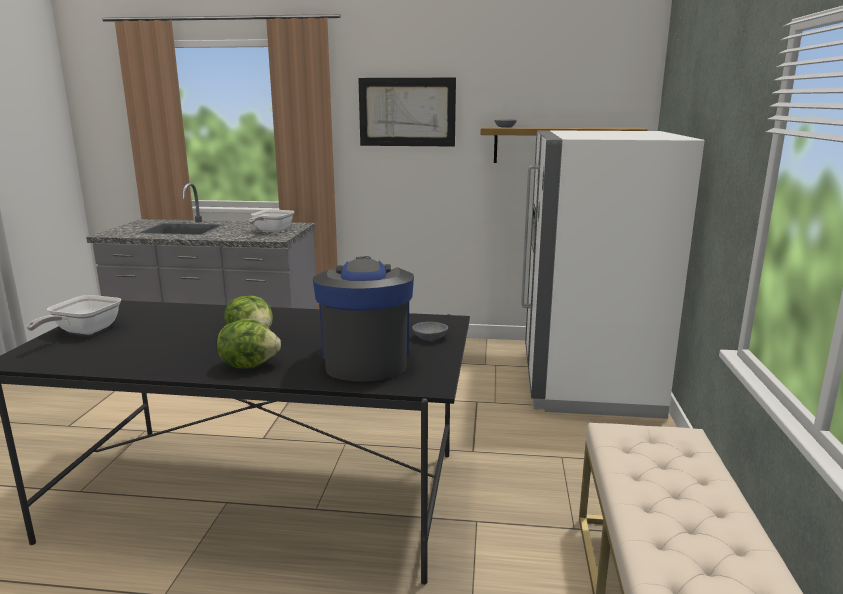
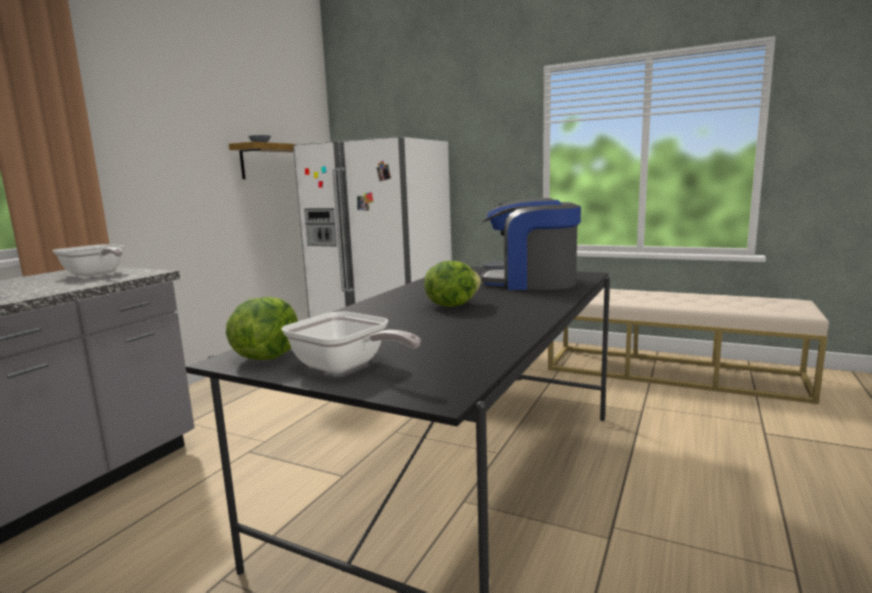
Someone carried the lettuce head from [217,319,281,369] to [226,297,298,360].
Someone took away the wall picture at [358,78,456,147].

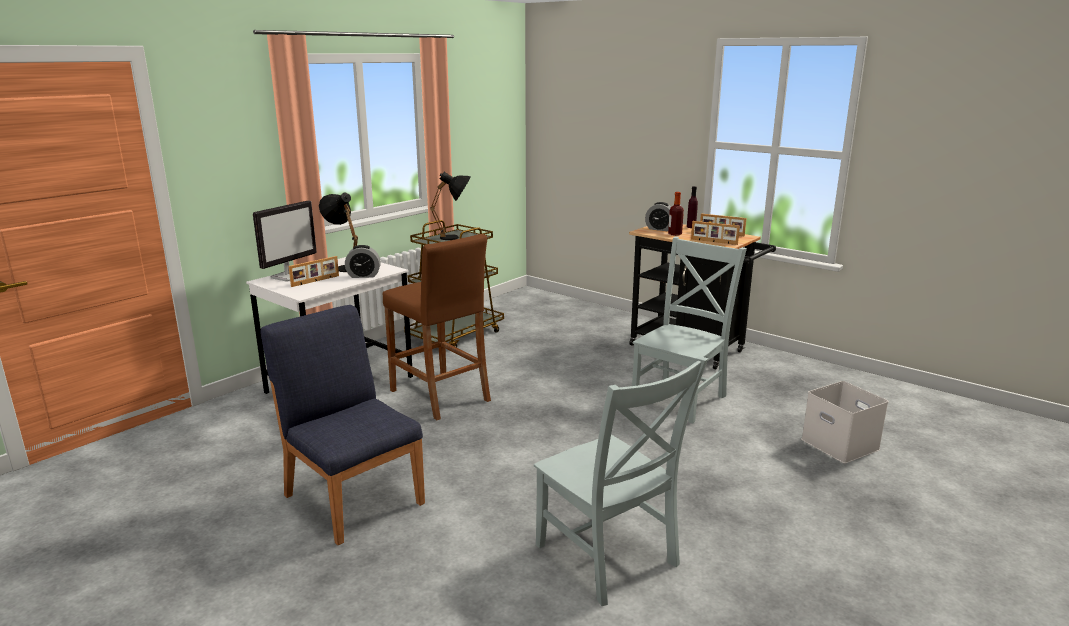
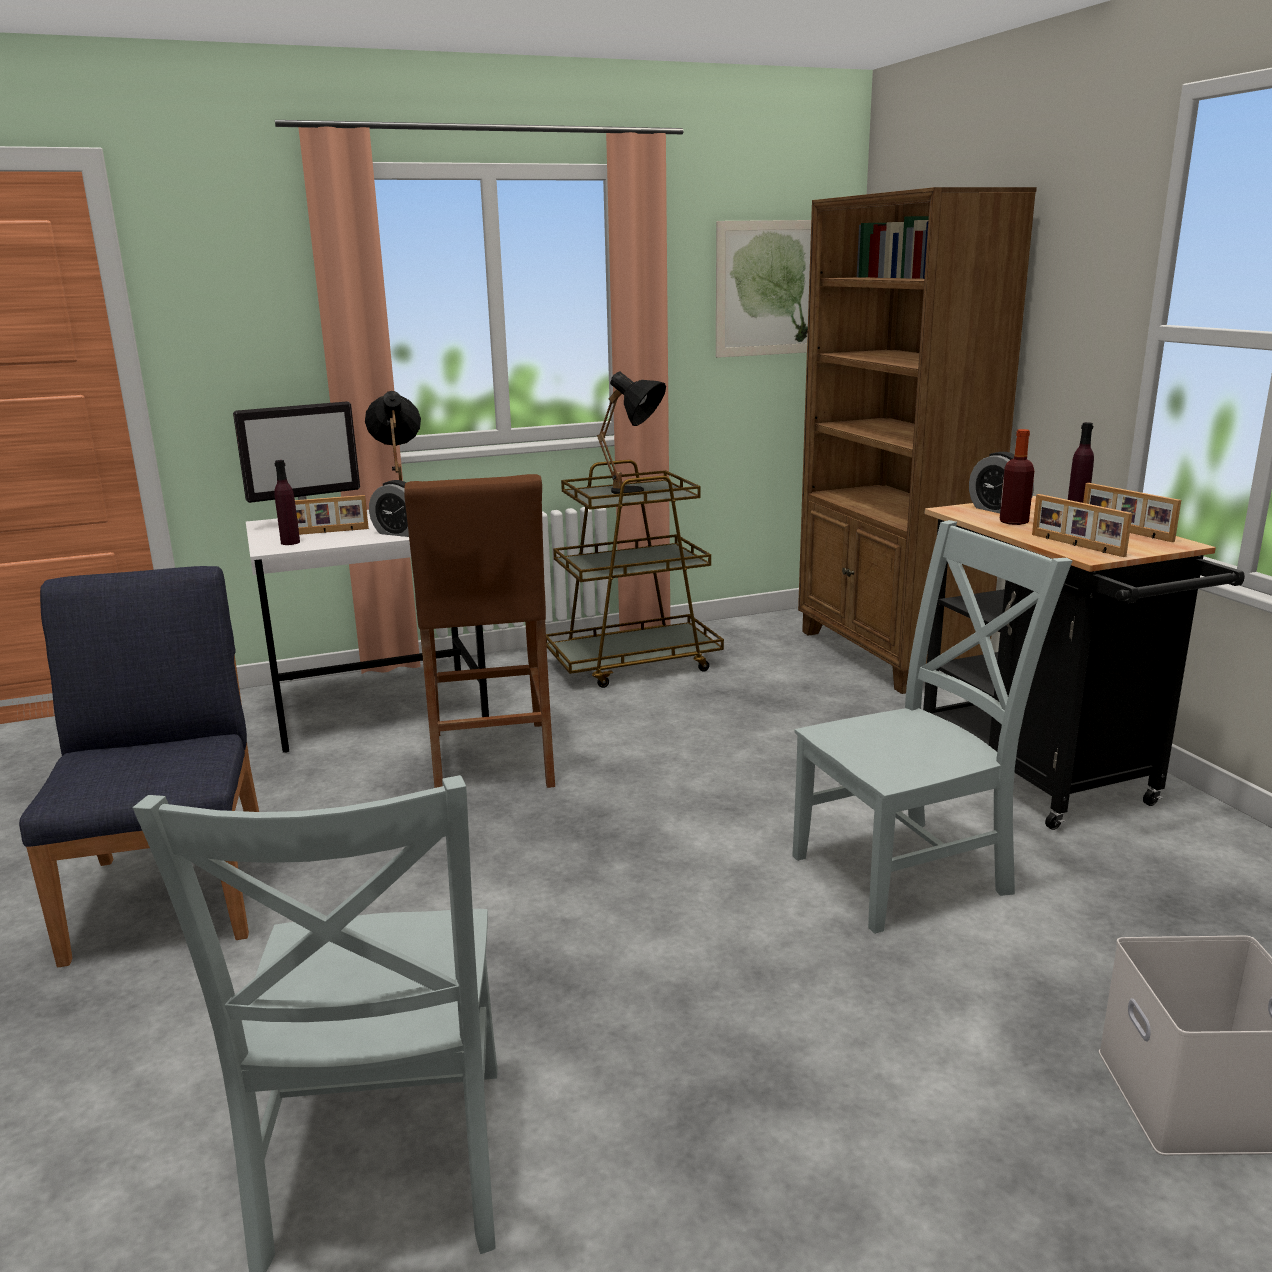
Someone put down the bottle (purple) at [274,460,300,545].
Someone put up the wall picture at [716,220,811,358].
Someone put down the bookshelf (brown) at [798,187,1037,694].

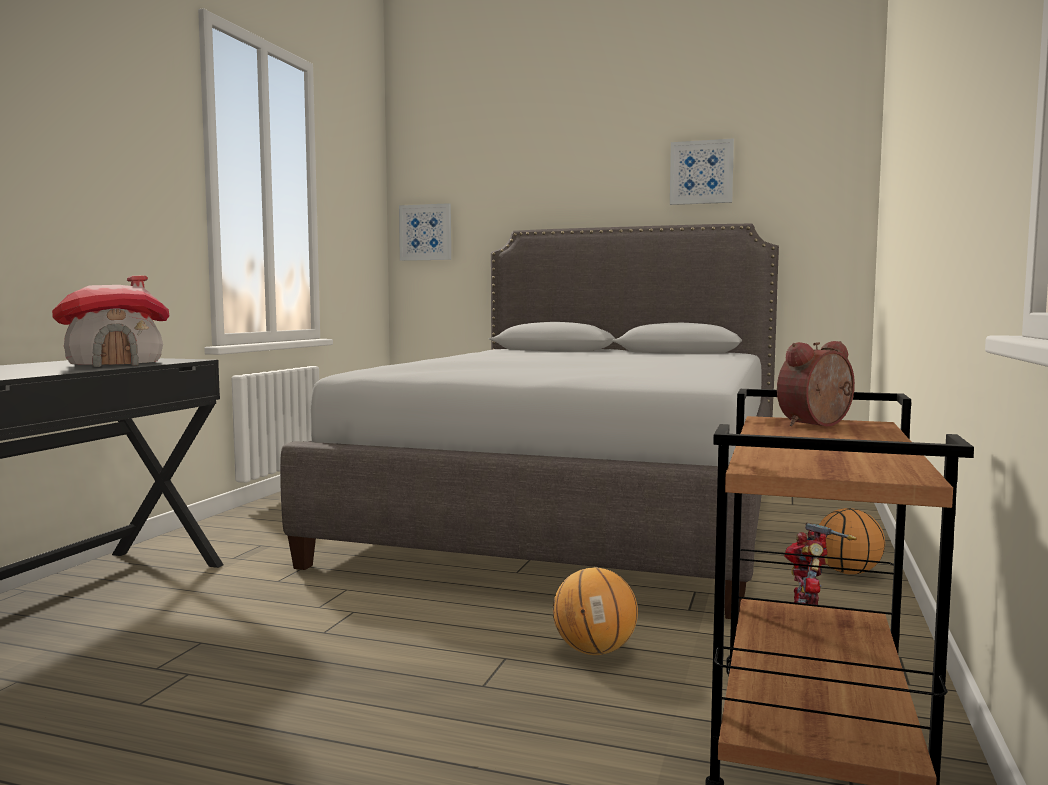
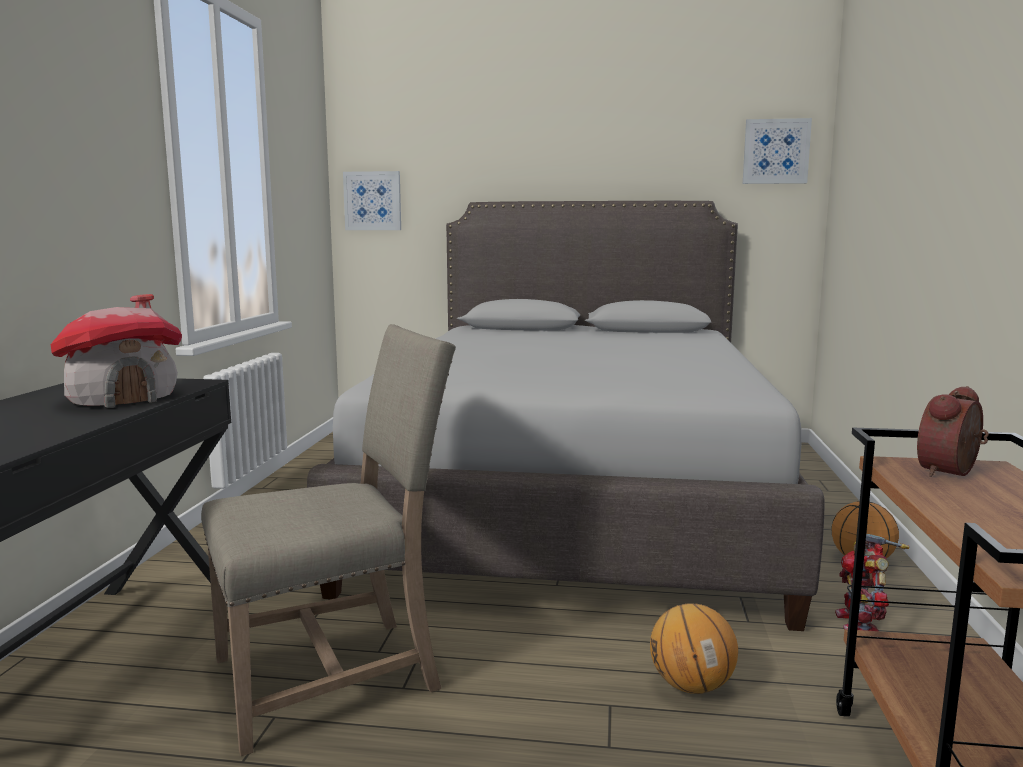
Someone put down the plain chair (beige-coloured) at [201,324,456,756].
Someone carried the wall picture from [670,138,734,205] to [743,118,812,184].

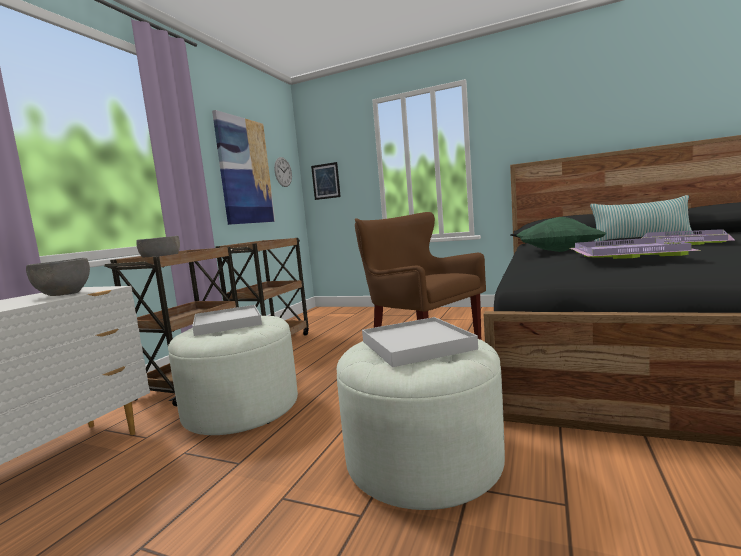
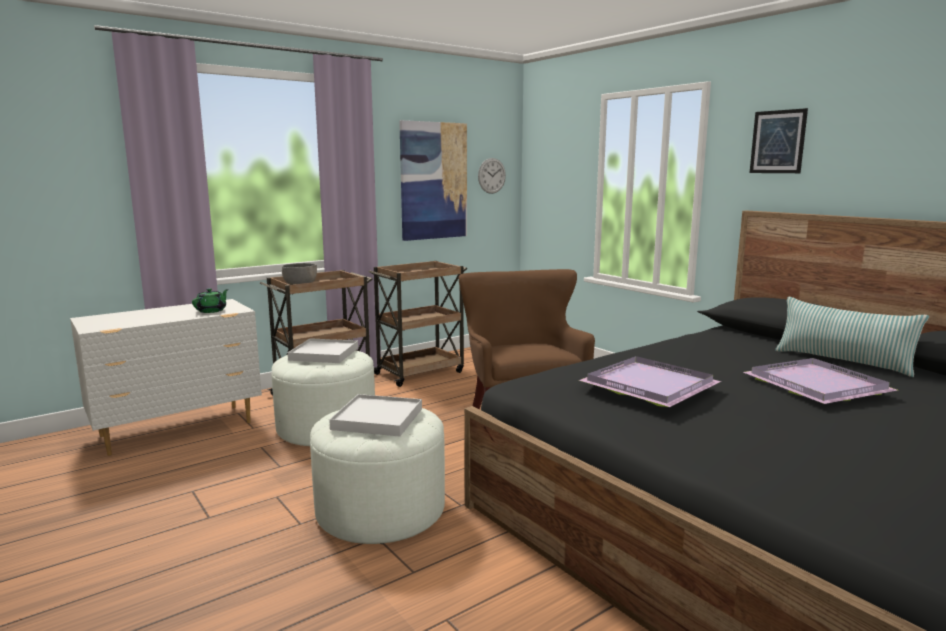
Someone swapped the serving bowl (grey) at [26,258,90,296] for the pot for tea (greenish) at [192,288,228,313].
Someone carried the wall picture from [311,162,341,200] to [750,108,808,173].
Someone took away the cushion (greenish) at [517,217,606,252].

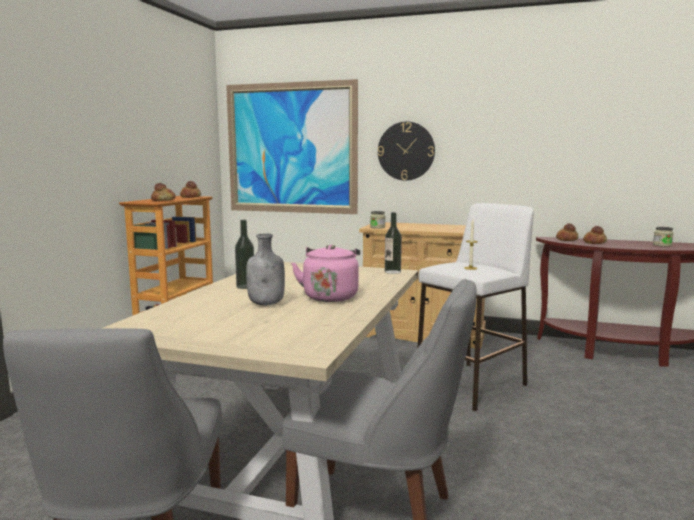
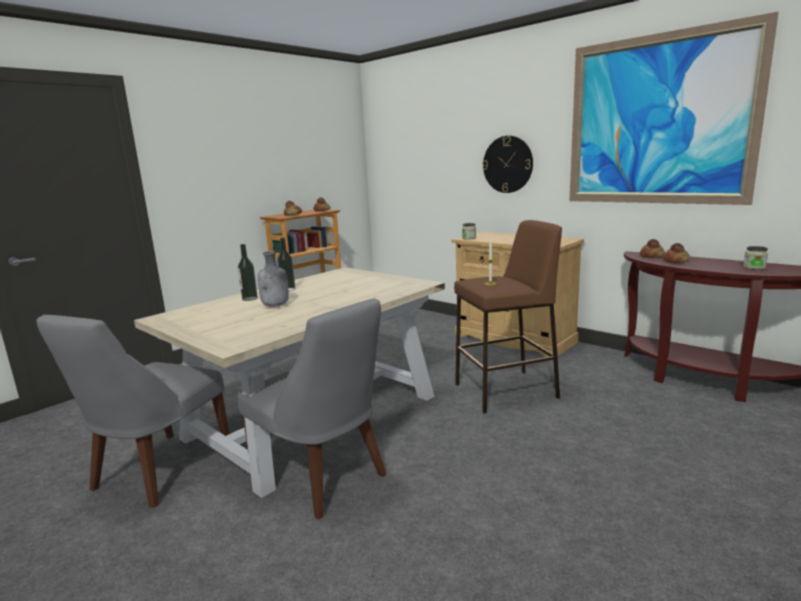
Someone carried the bottle from [385,212,402,274] to [238,244,258,301].
Someone repainted the stool (white-coloured) at [417,203,534,411], which became the stool (brown) at [454,220,562,414].
Someone carried the wall picture from [226,79,358,214] to [569,12,779,205].
Someone took away the water kettle (pink) at [291,244,360,302].

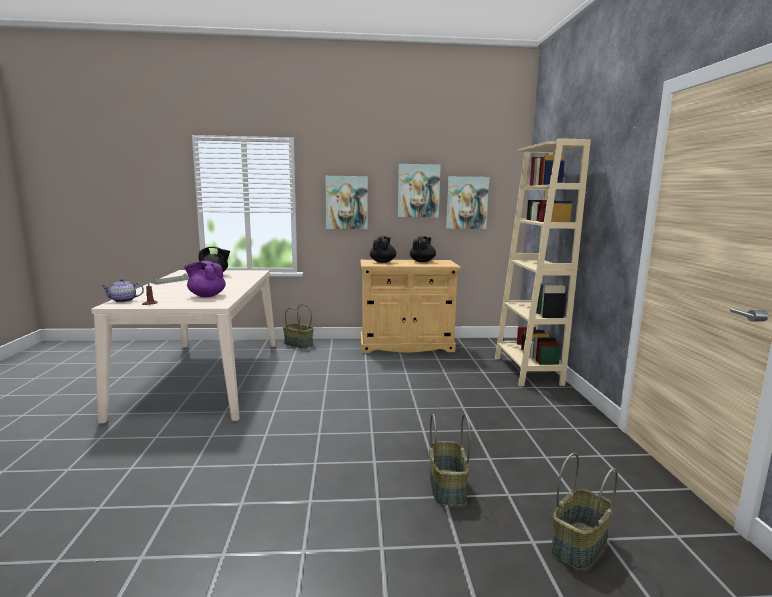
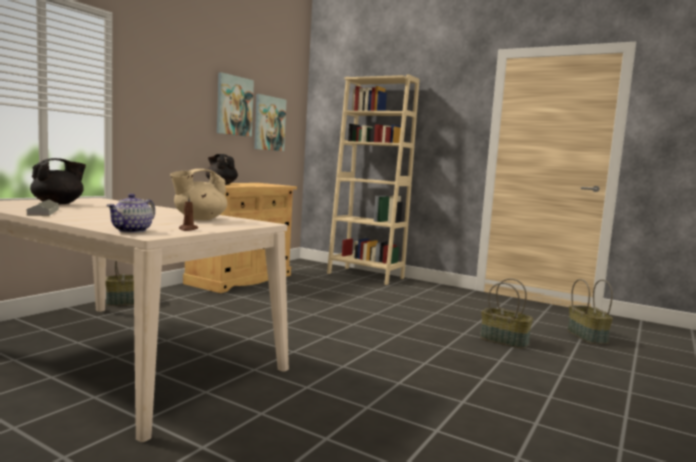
Someone repainted the pot for tea (purple) at [184,261,226,298], which became the pot for tea (beige-coloured) at [170,169,227,220].
Someone took away the wall picture at [325,176,368,229].
Someone took away the pot for tea (blackish) at [410,236,436,262].

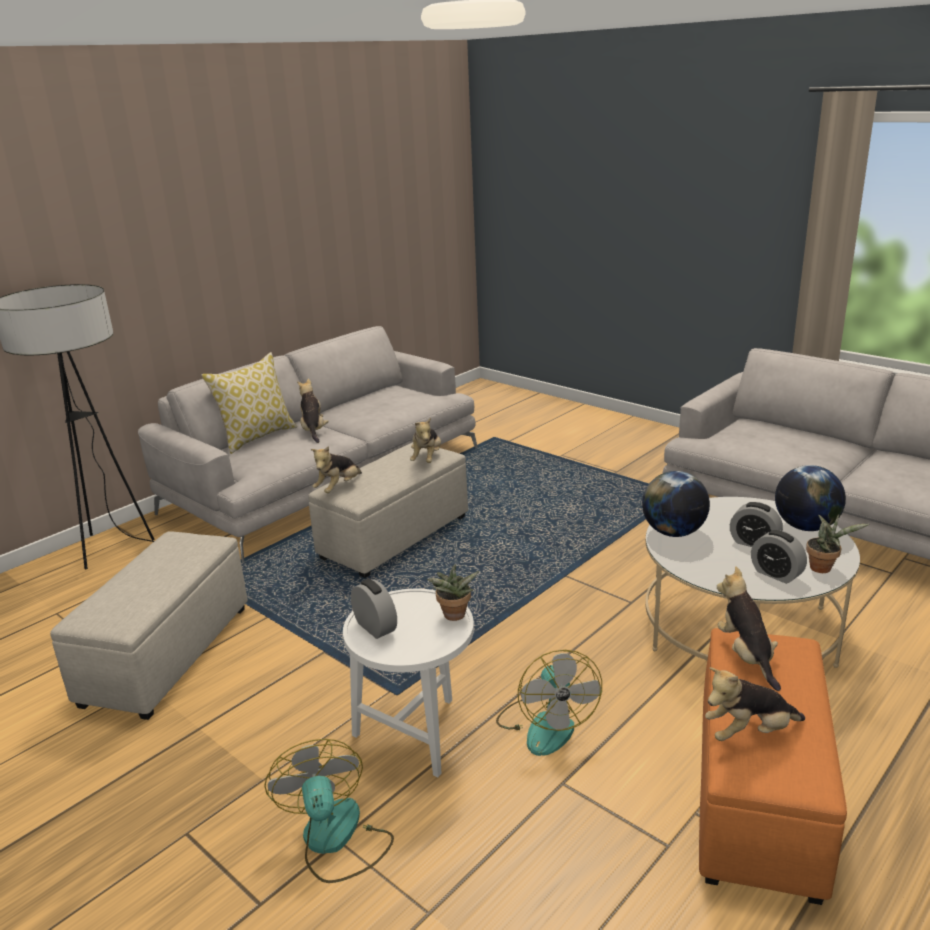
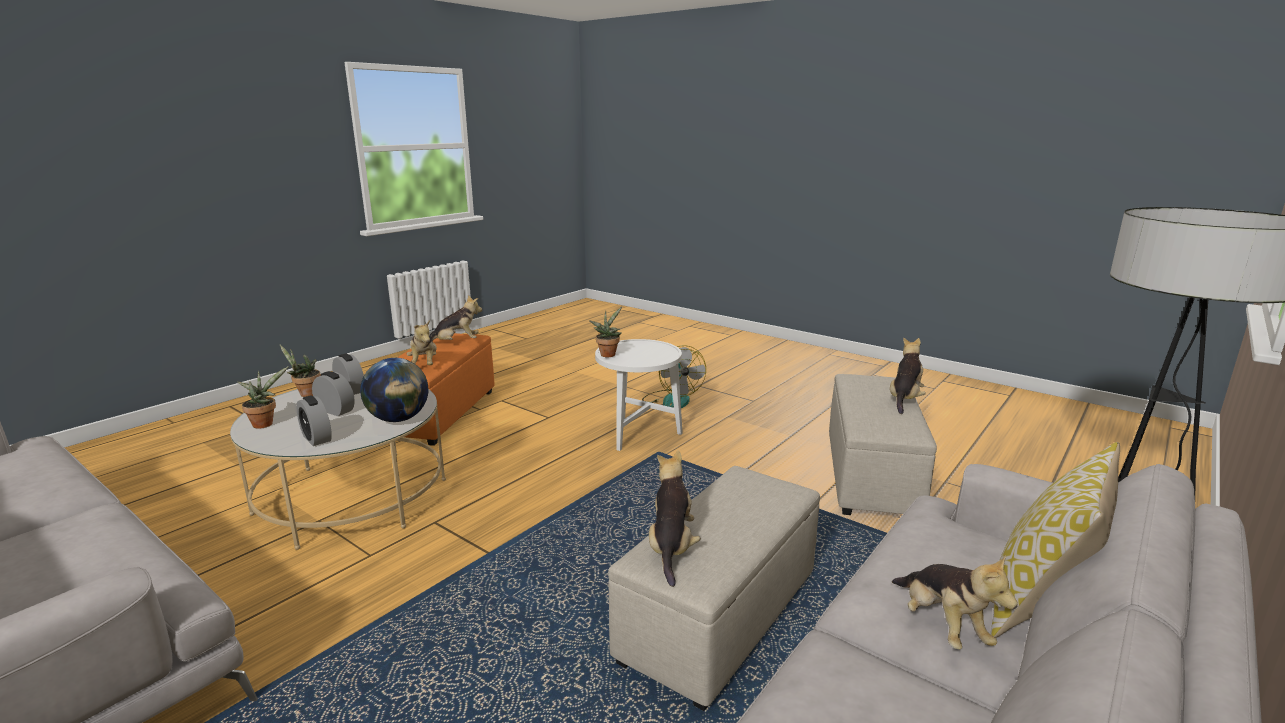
Someone swapped the world globe at [775,465,846,531] for the houseplant at [237,366,289,429].
Someone carried the table clock from [351,579,397,639] to [296,395,332,446].
Someone carried the cuddly toy from [311,446,362,493] to [890,337,926,414].
Someone took away the electric fan at [496,650,602,756].

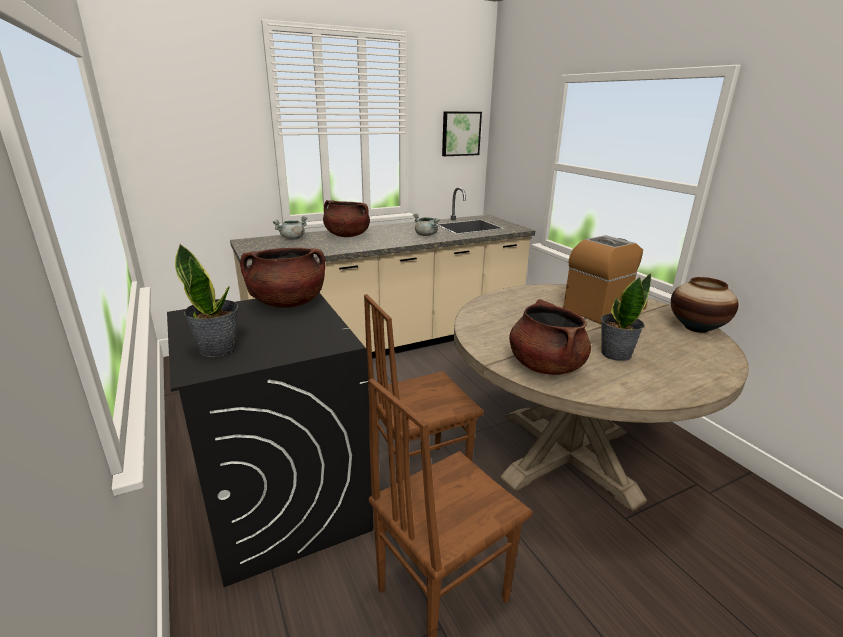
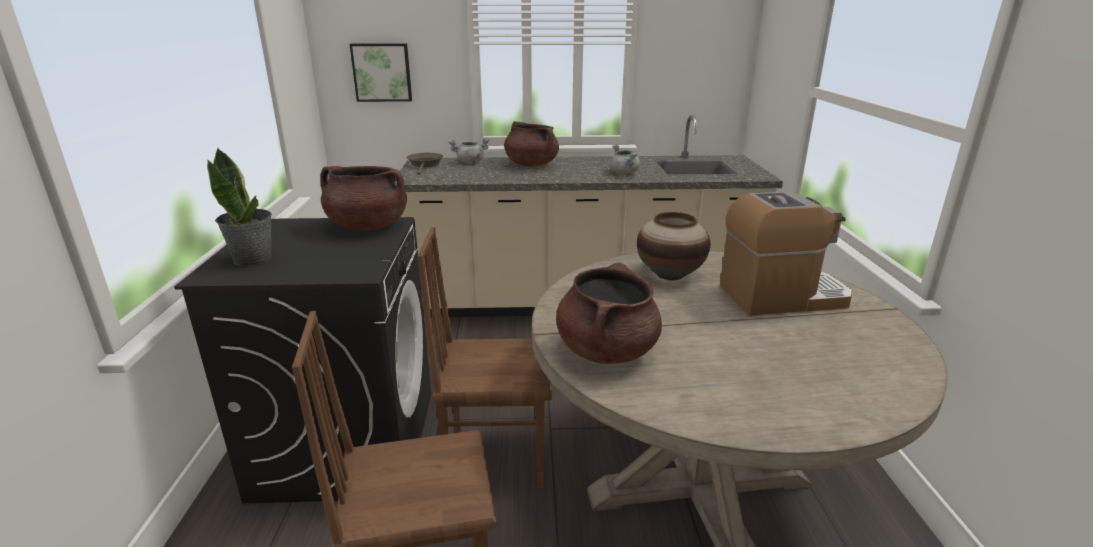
Someone carried the wall picture from [442,111,482,156] to [349,43,412,102].
Someone put down the pan (brown) at [407,153,443,175].
Someone carried the vase from [671,277,738,333] to [637,212,710,280].
Someone took away the houseplant at [601,273,651,361].

